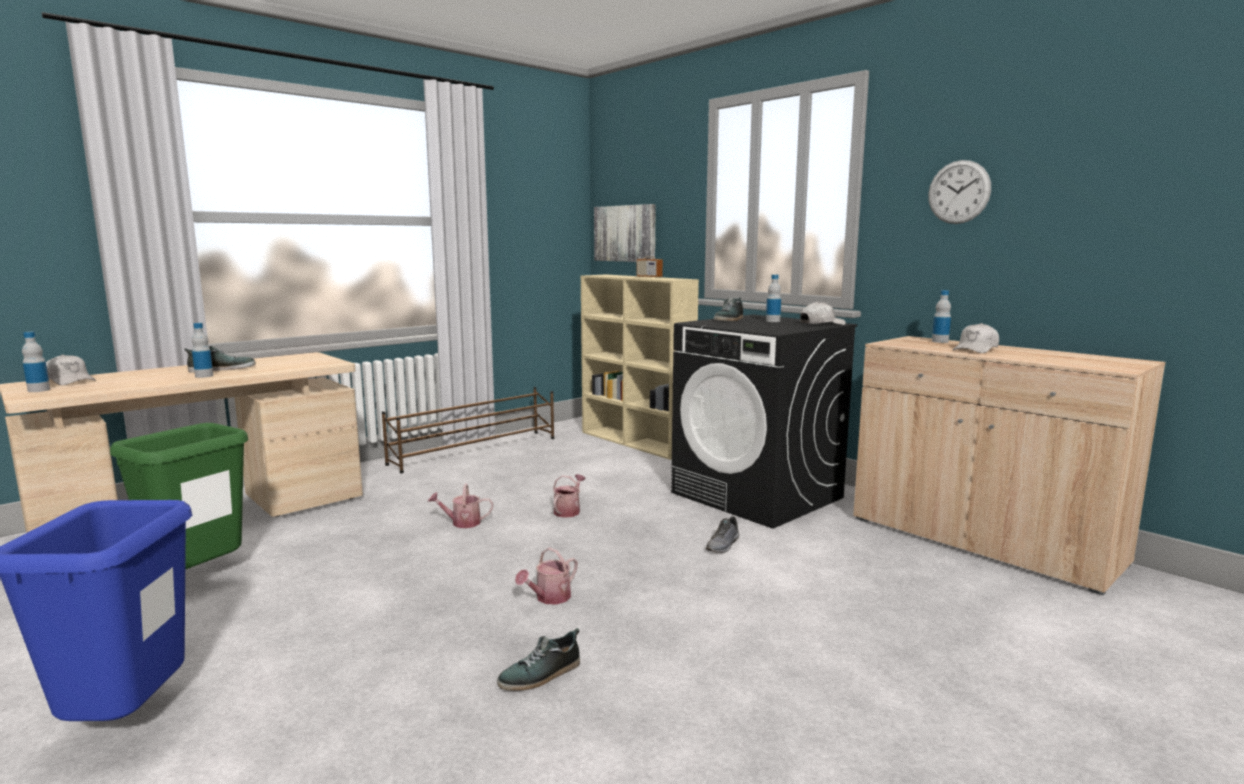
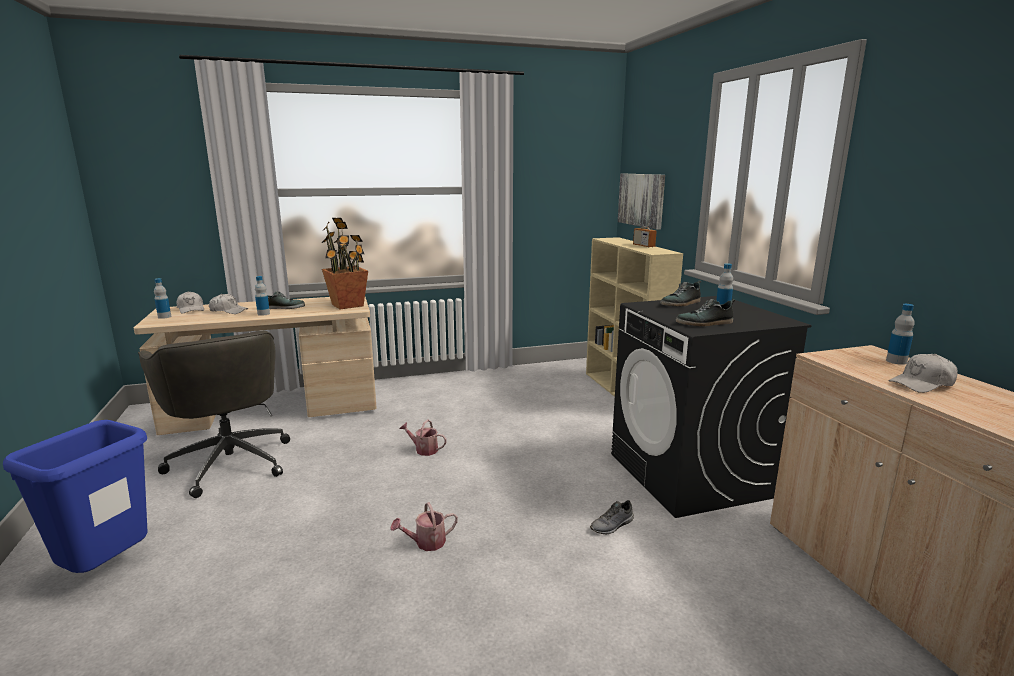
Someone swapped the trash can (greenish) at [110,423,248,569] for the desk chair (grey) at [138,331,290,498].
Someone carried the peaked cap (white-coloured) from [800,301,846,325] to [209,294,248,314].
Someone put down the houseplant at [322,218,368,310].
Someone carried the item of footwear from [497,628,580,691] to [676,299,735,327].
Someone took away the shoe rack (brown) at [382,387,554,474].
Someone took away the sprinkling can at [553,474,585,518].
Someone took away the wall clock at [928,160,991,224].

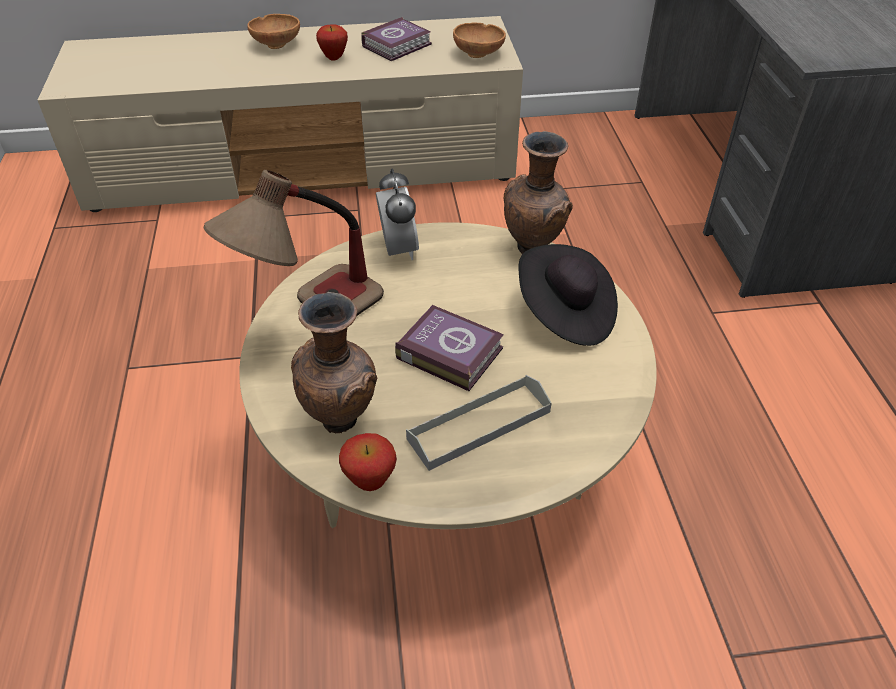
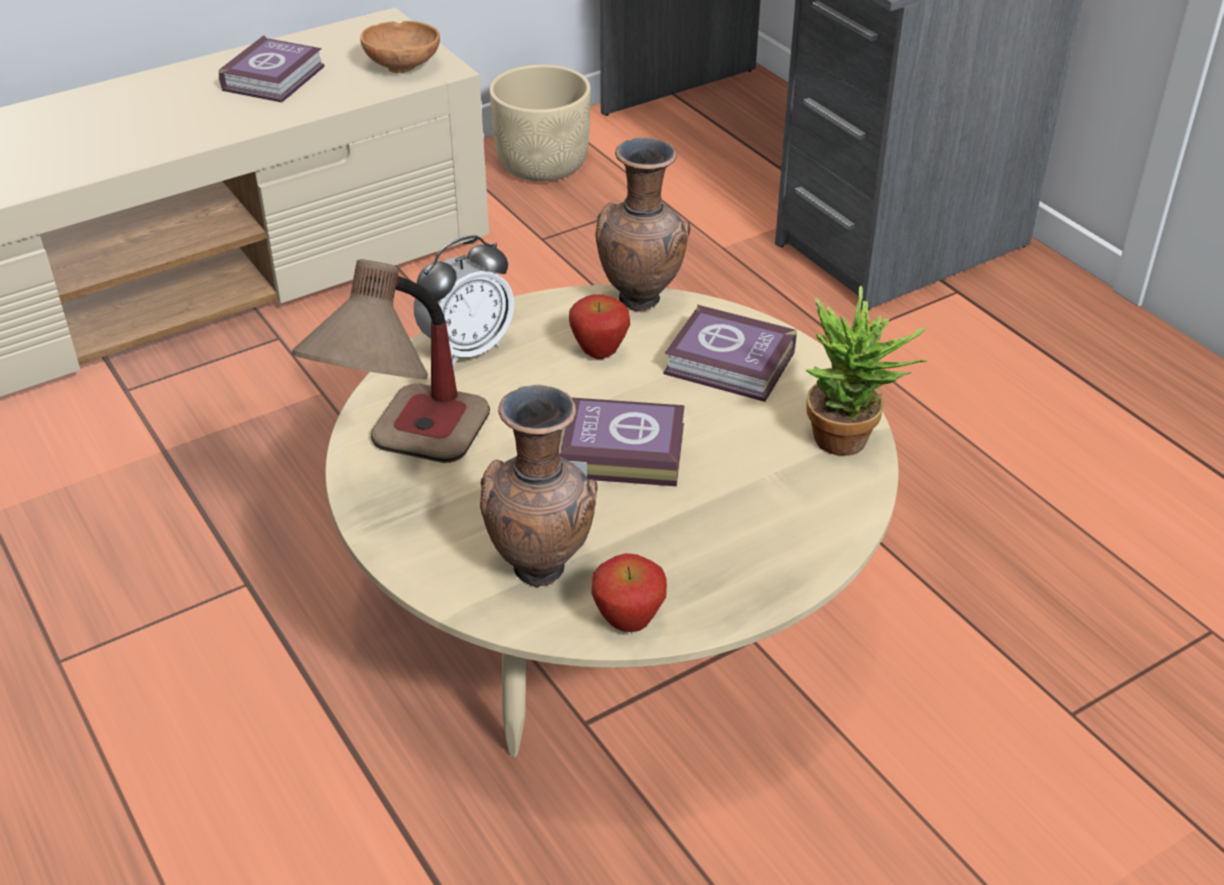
Someone rotated the table clock at [376,168,419,260] by 90 degrees clockwise.
Someone put down the flower pot (beige-coloured) at [489,64,591,182].
Someone carried the apple fruit from [316,24,348,61] to [569,294,630,359].
Someone swapped the hat (blackish) at [518,244,618,346] for the bound book at [664,305,797,402].
Someone put down the houseplant at [806,285,928,456].
Someone took away the serving bowl (brown) at [247,14,300,49].
Someone took away the tray (grey) at [406,375,551,471].

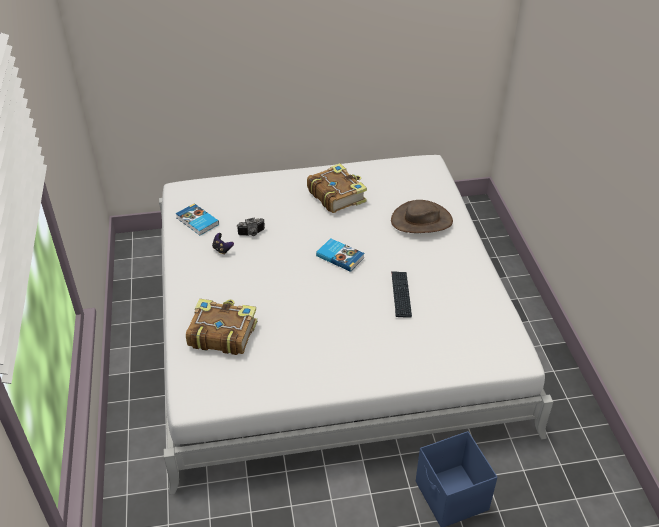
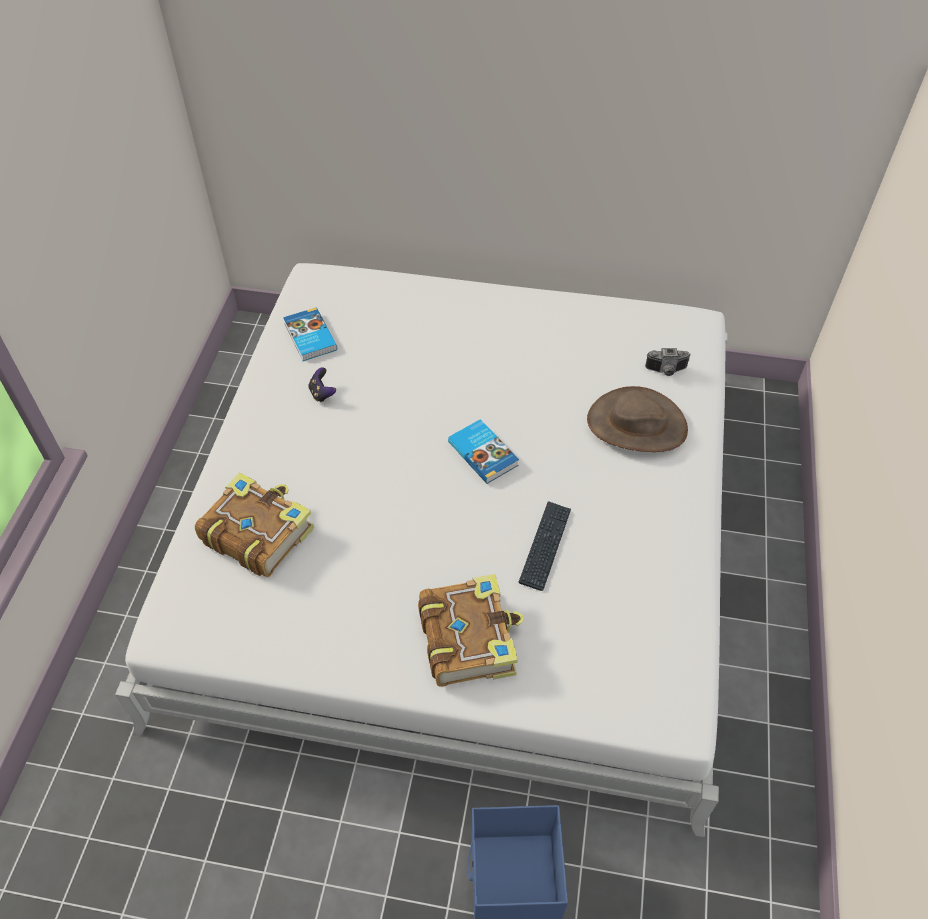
Someone carried the bound book from [307,163,367,213] to [418,574,524,687].
Someone carried the still camera from [237,218,265,236] to [645,348,691,376].

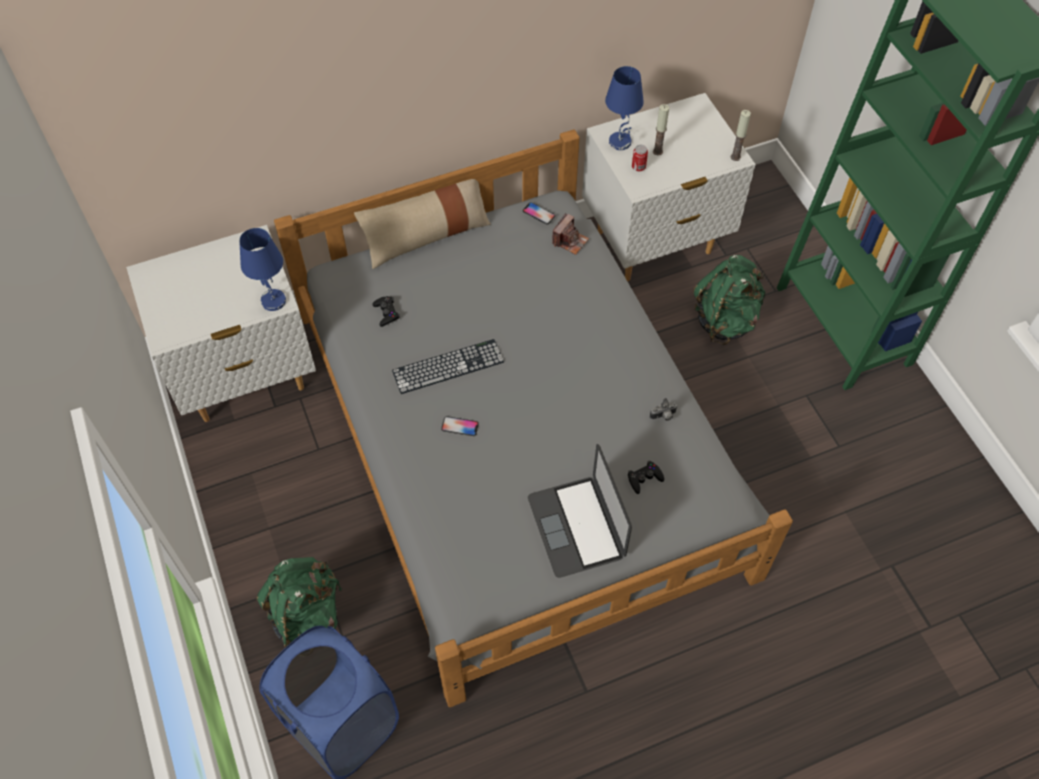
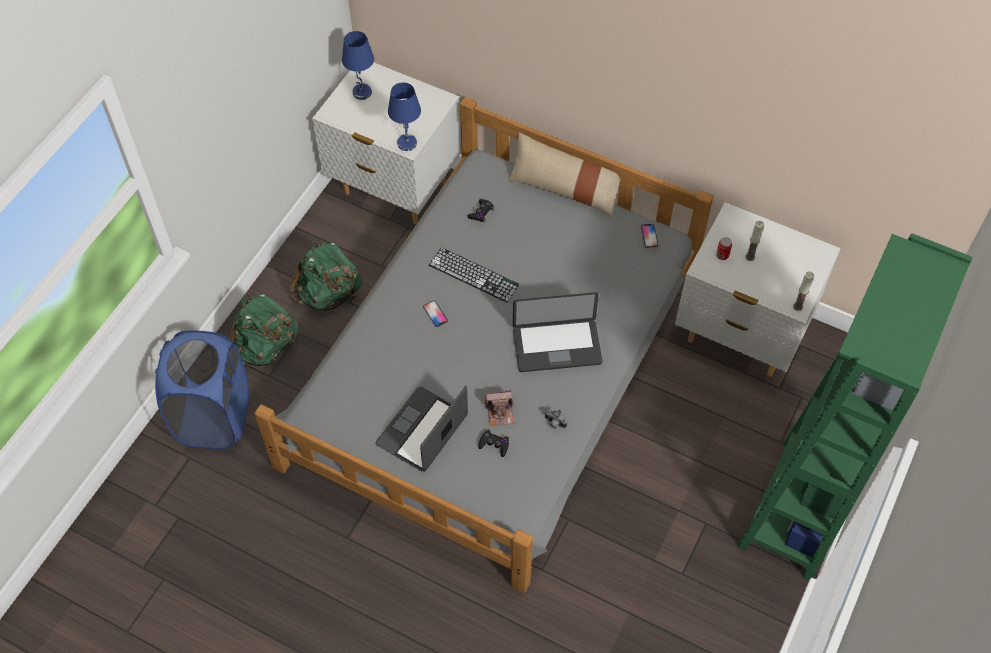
Someone carried the knapsack (greenish) from [693,255,765,345] to [290,238,362,310].
Someone carried the tabletop lamp (blue) from [605,66,644,150] to [342,31,374,100].
Someone carried the still camera from [552,213,589,255] to [485,390,514,426].
Someone put down the laptop at [513,292,603,372].

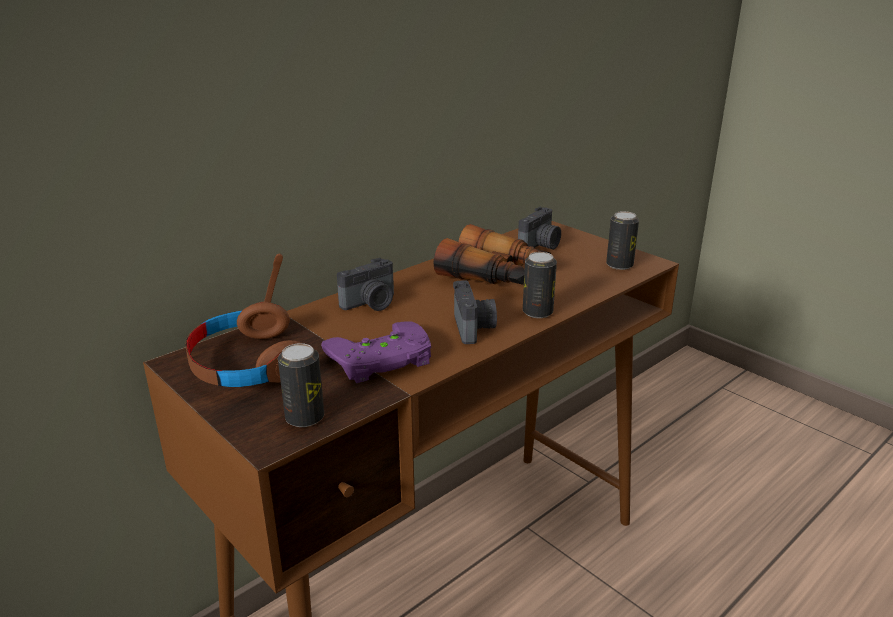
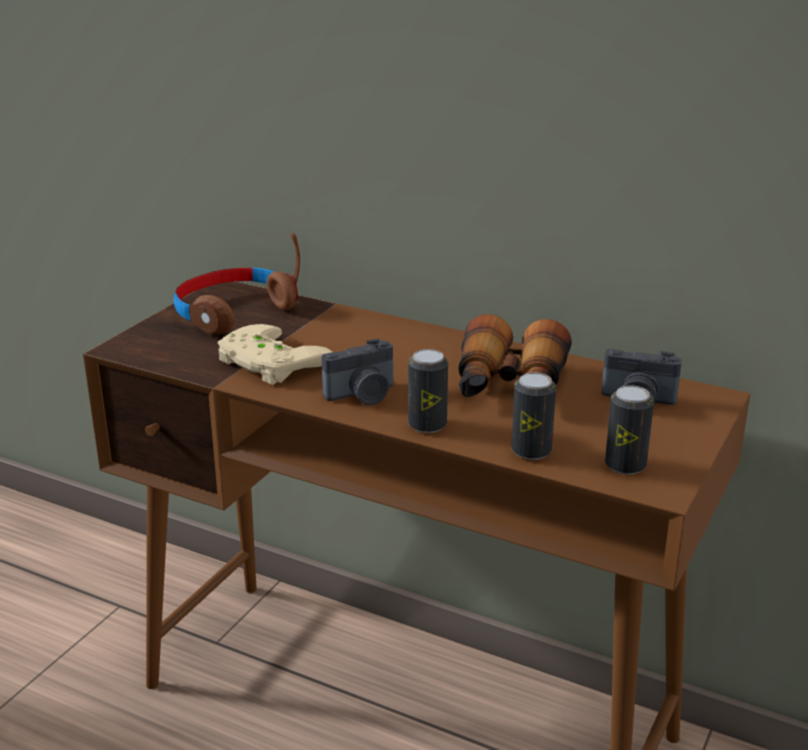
Someone repainted the joypad (purple) at [321,321,431,383], which became the joypad (beige-coloured) at [218,324,333,385].
Someone carried the sealed can from [278,343,324,427] to [511,372,556,460].
Someone took away the still camera at [337,258,394,311].

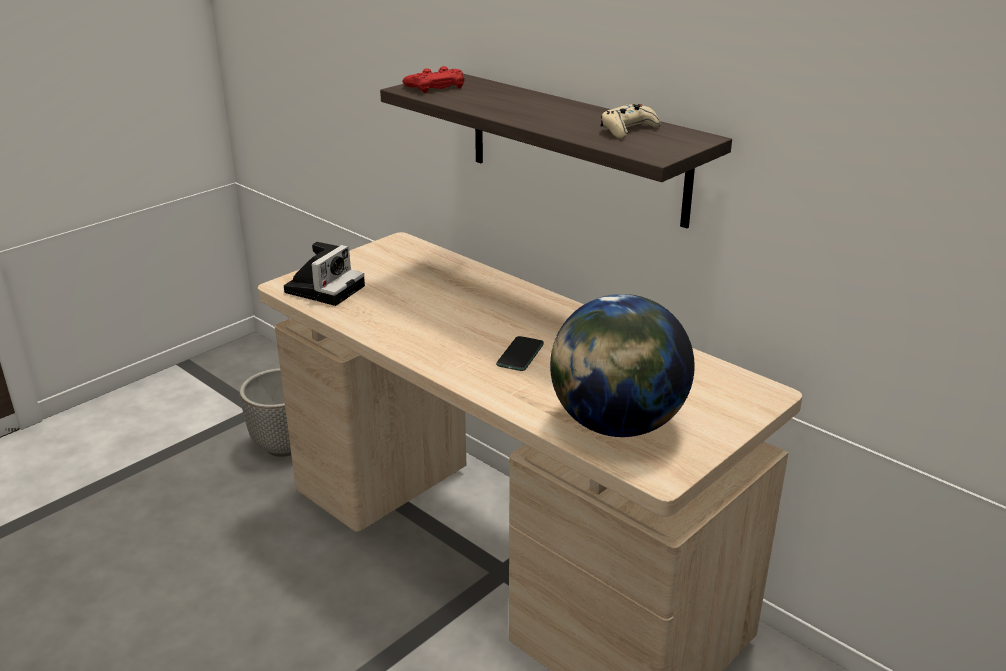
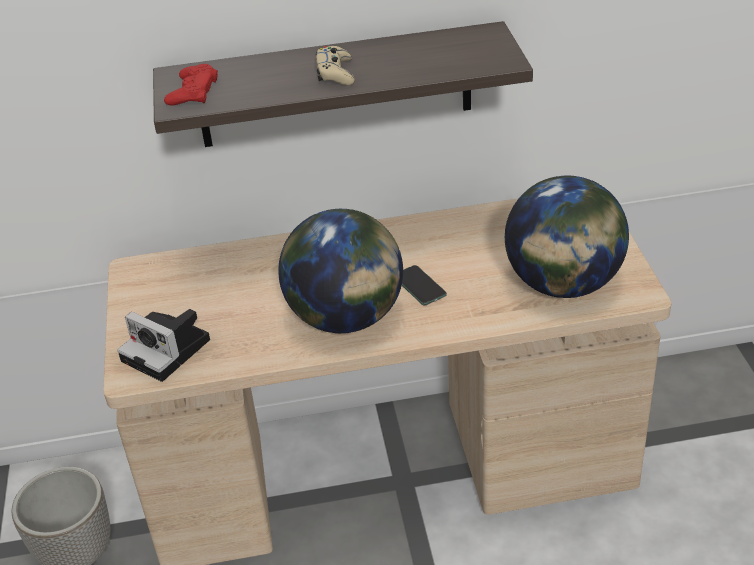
Someone rotated the still camera at [284,242,365,306] by 150 degrees clockwise.
Someone put down the world globe at [278,209,403,333].
Someone carried the joypad (beige-coloured) from [601,104,660,139] to [316,46,355,85].

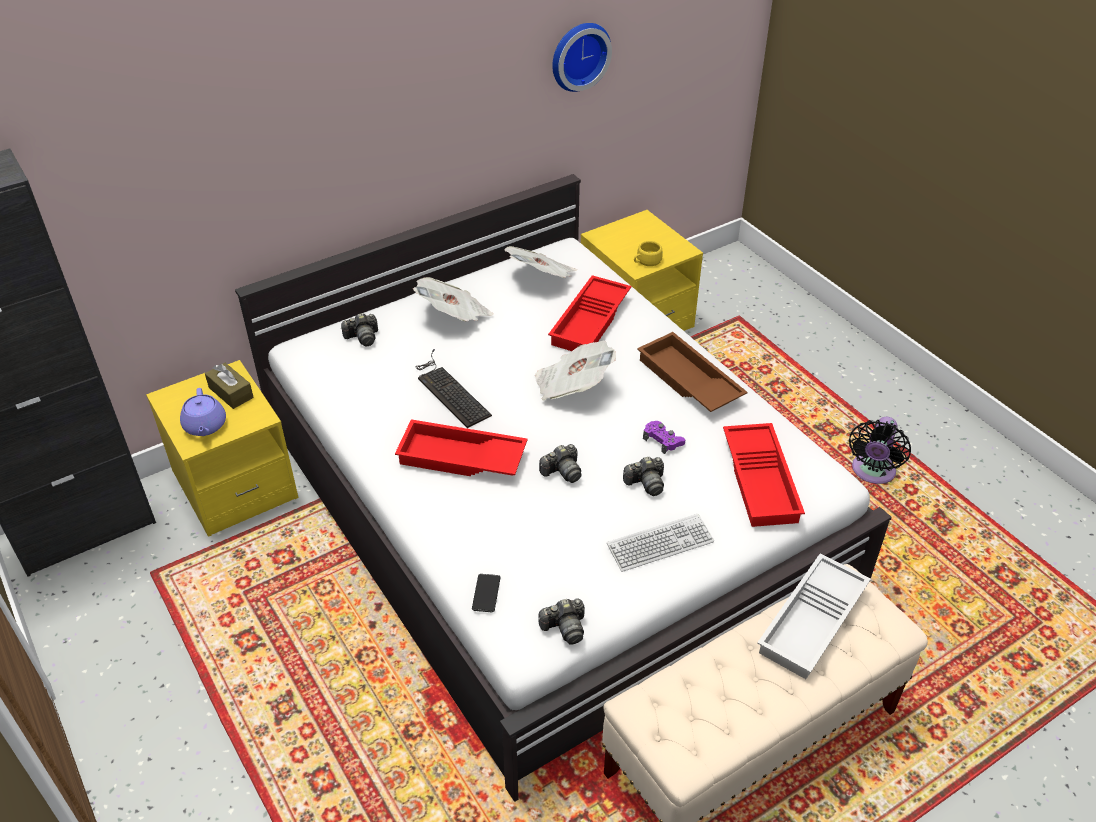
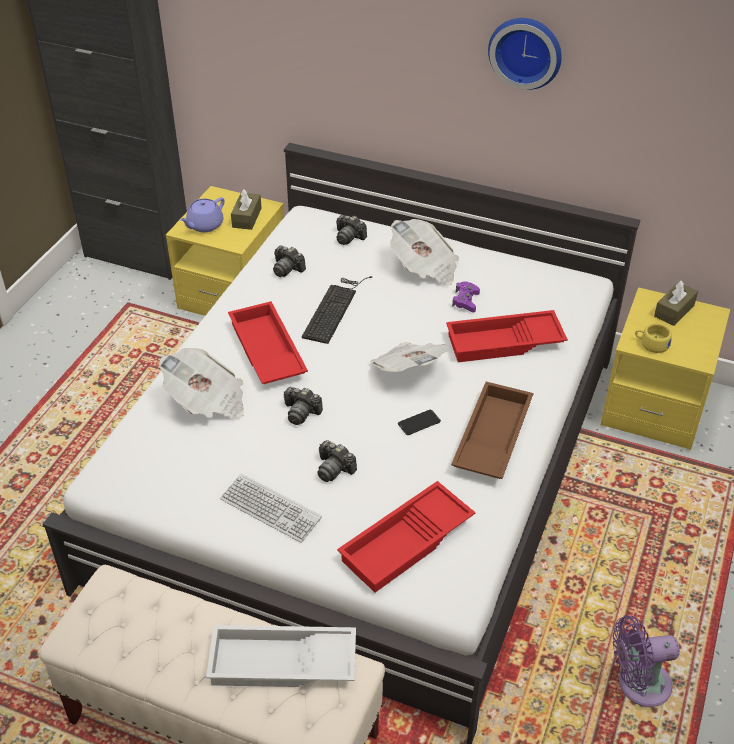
Someone carried the daily paper from [505,246,577,278] to [159,348,244,419].
Someone carried the still camera from [538,598,585,645] to [273,245,306,277].
Someone carried the phone from [472,574,501,612] to [398,410,441,435].
Someone carried the joypad (purple) from [643,421,685,454] to [452,281,480,312].
Someone carried the wall clock from [552,23,612,92] to [488,18,562,90].
Someone repainted the electric fan (blackish) at [849,417,911,484], which became the electric fan (purple) at [613,615,680,707].
Someone put down the box of tissues (brown) at [654,281,698,326].

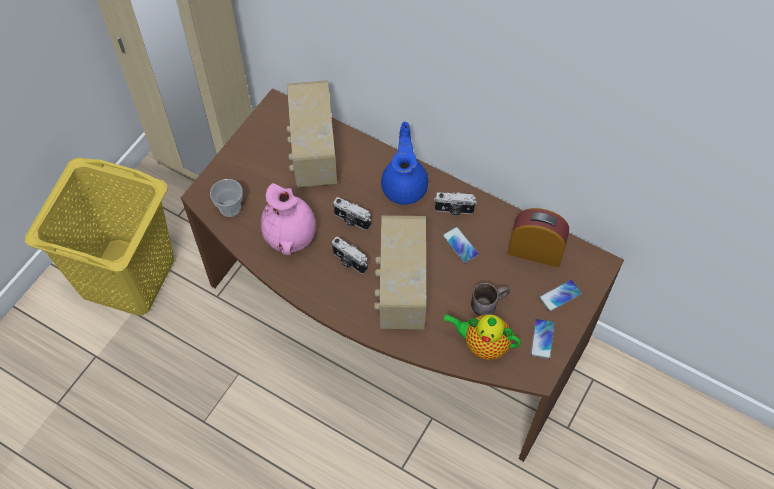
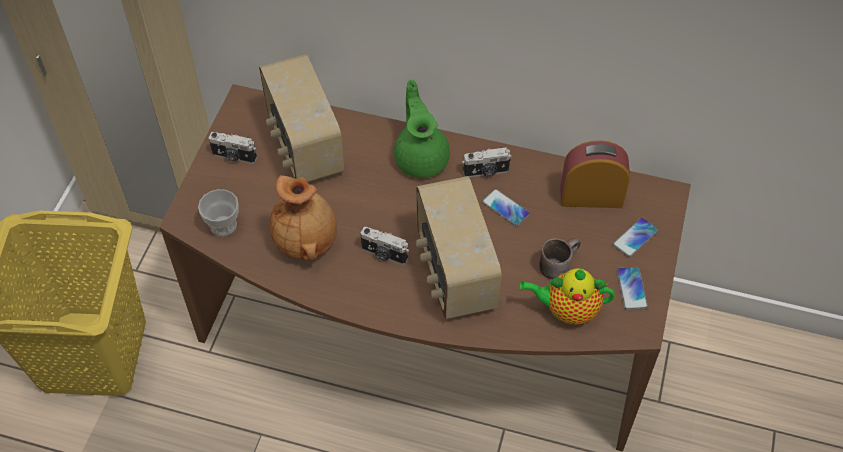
Someone carried the still camera from [333,197,371,230] to [208,132,257,164].
Someone repainted the vase (pink) at [261,183,316,255], which became the vase (brown) at [270,175,337,261].
Someone repainted the pot for tea (blue) at [381,122,428,205], which became the pot for tea (greenish) at [394,80,450,178].

